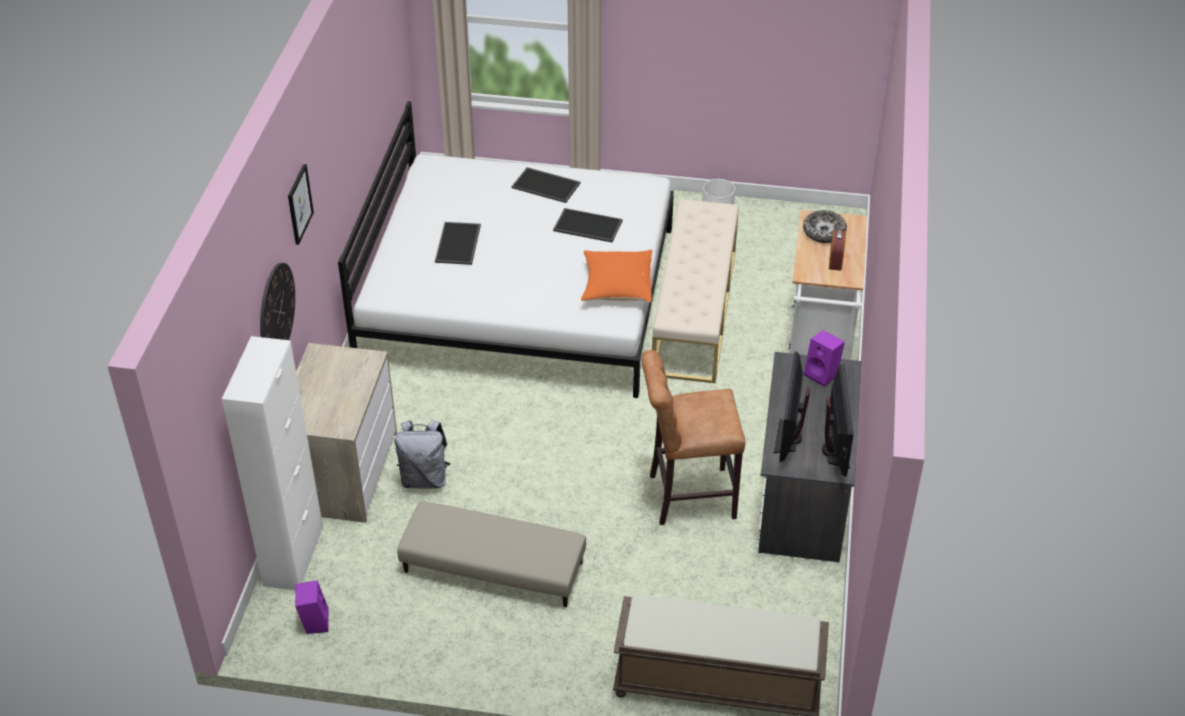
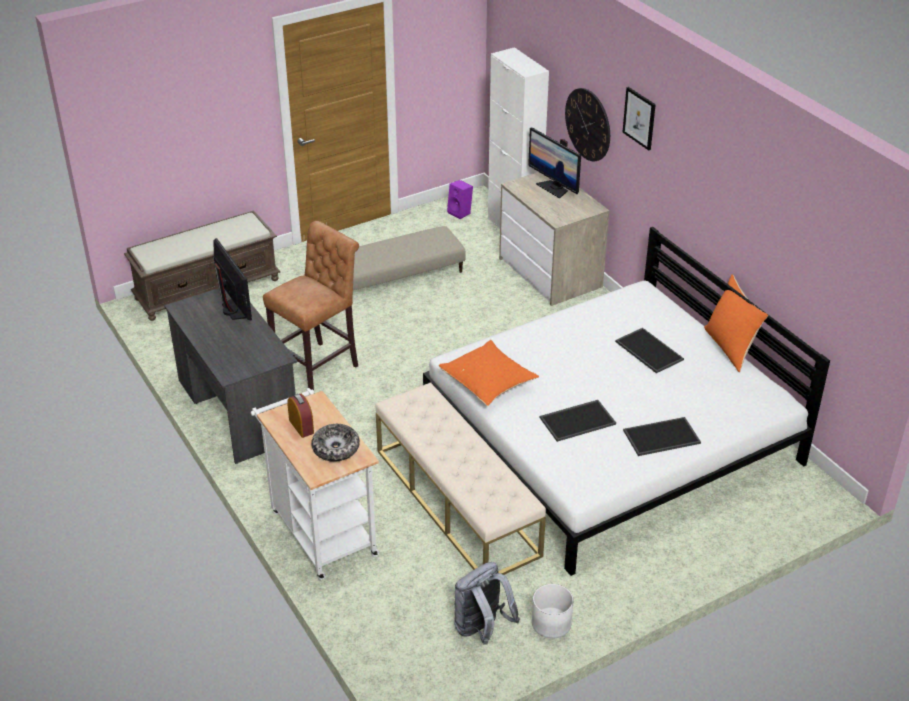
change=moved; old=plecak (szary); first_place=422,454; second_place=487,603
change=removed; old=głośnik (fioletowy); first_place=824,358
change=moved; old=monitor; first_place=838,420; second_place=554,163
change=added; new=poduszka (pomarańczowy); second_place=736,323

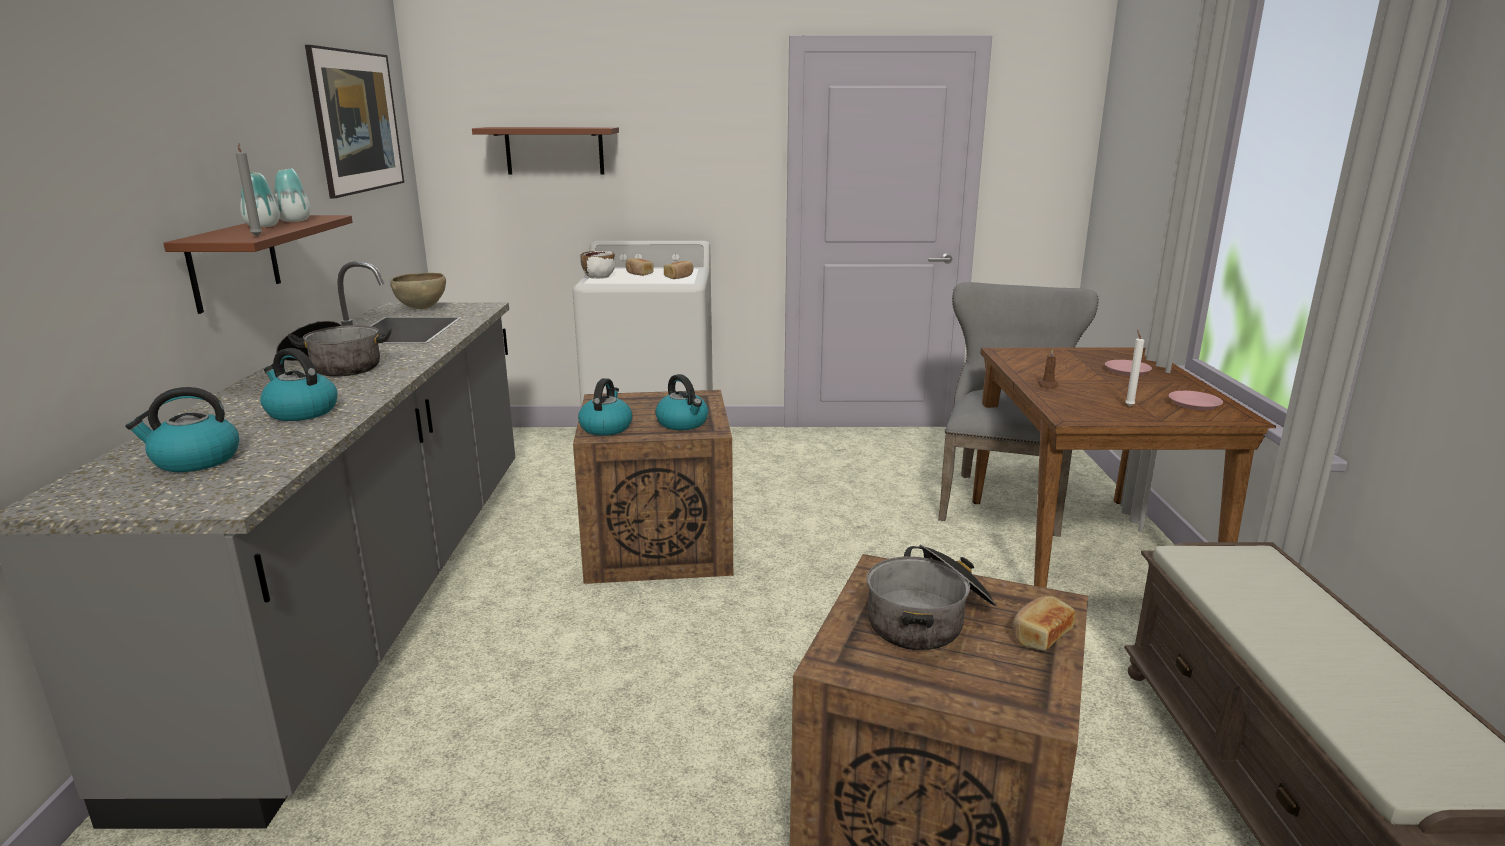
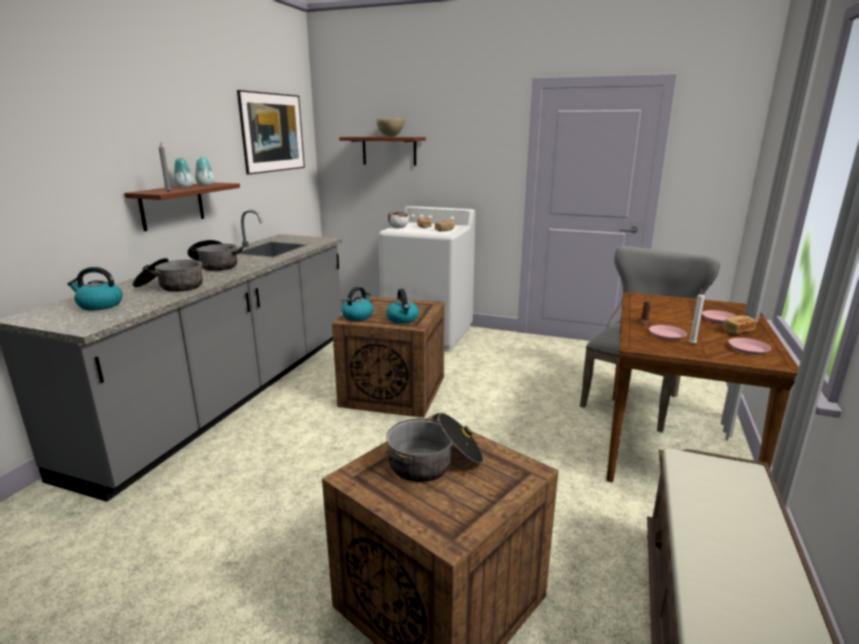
change=replaced; old=czajnik; new=garnek; first_place=298,384; second_place=171,275
change=moved; old=miska (brązowy); first_place=418,291; second_place=390,127
change=moved; old=chleb; first_place=1043,623; second_place=740,325
change=added; new=talerz (różowy); second_place=668,332

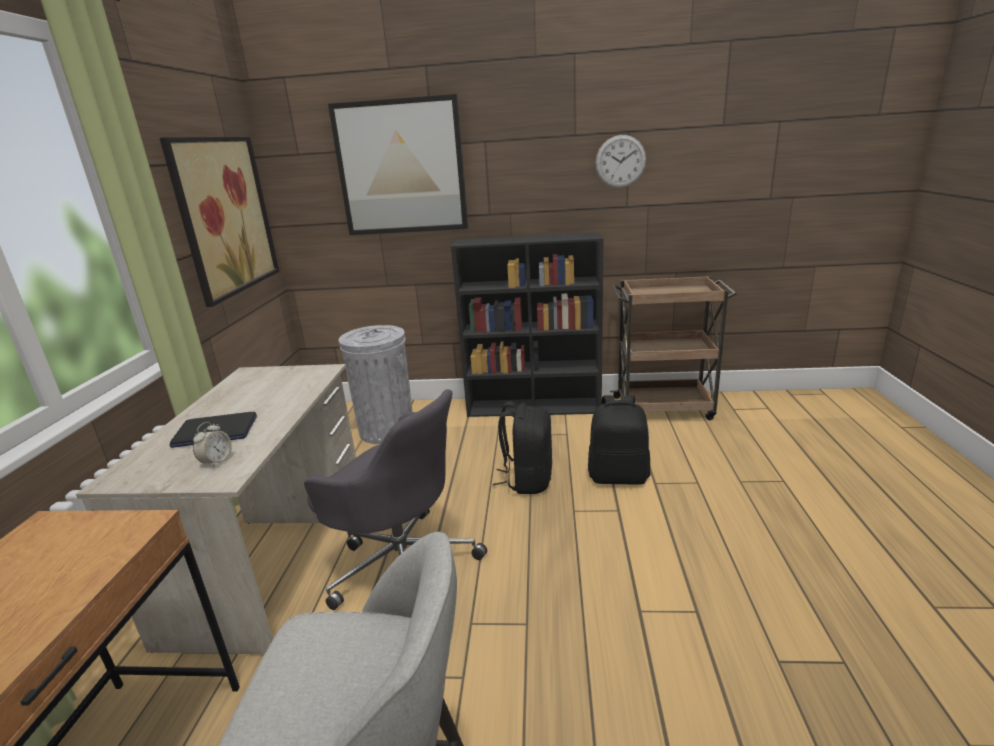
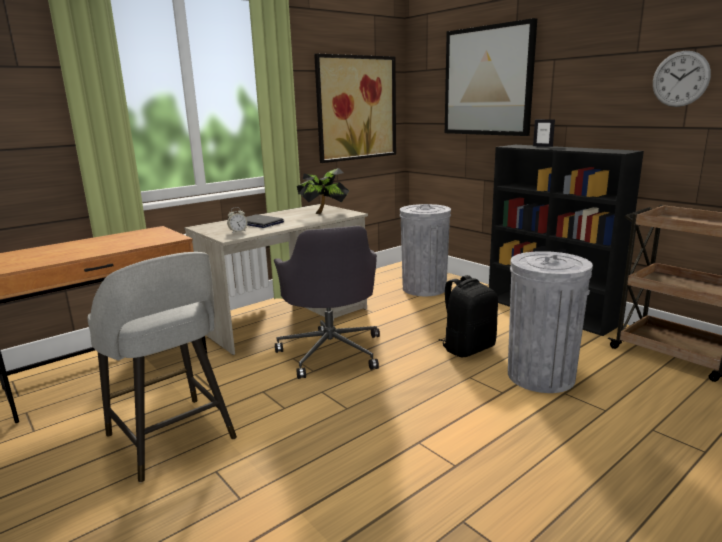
change=replaced; old=plecak (czarny); new=kosz na śmieci (szary); first_place=619,440; second_place=550,322
change=added; new=roślina doniczkowa; second_place=323,191
change=added; new=ramka na zdjęcie; second_place=544,133

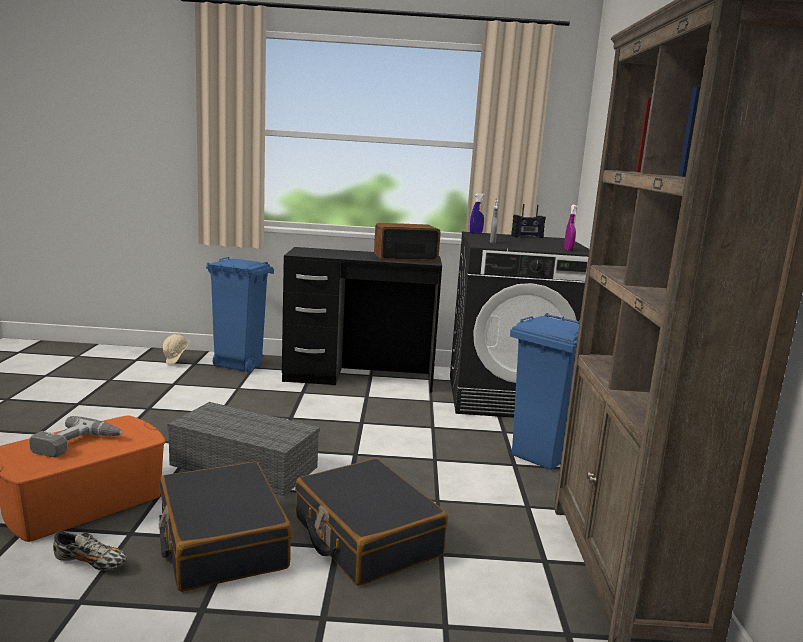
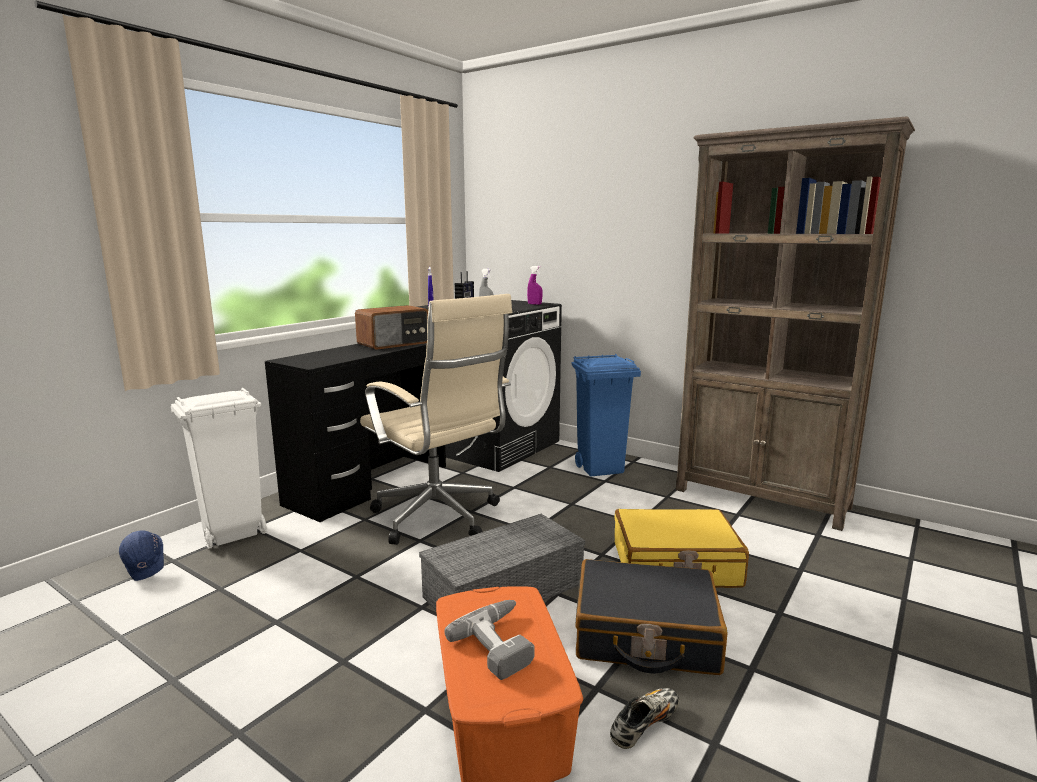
change=recoloured; old=kask (beżowy); new=kask (niebieski); first_place=176,349; second_place=141,556
change=recoloured; old=kosz na śmieci (niebieski); new=kosz na śmieci (biały); first_place=240,315; second_place=219,468
change=recoloured; old=walizka (czarny); new=walizka (żółty); first_place=371,522; second_place=682,548
change=turned; old=radio; first_place=407,242; second_place=391,327; degrees=-150
change=added; new=krzesło biurowe (beżowy); second_place=436,419

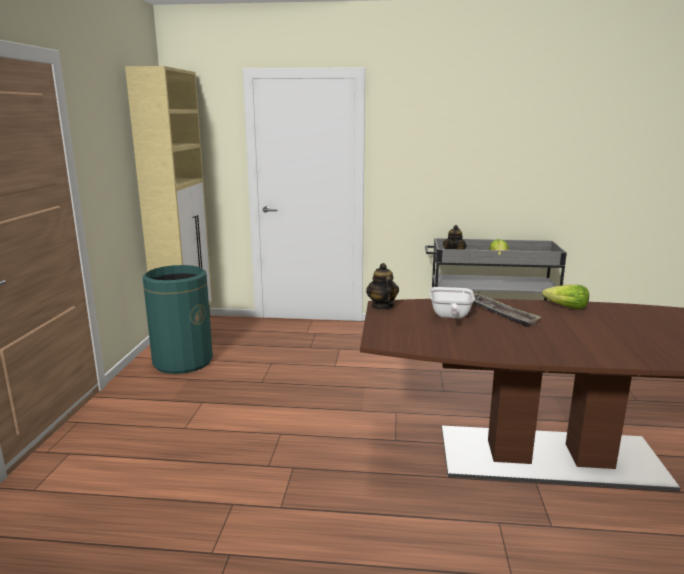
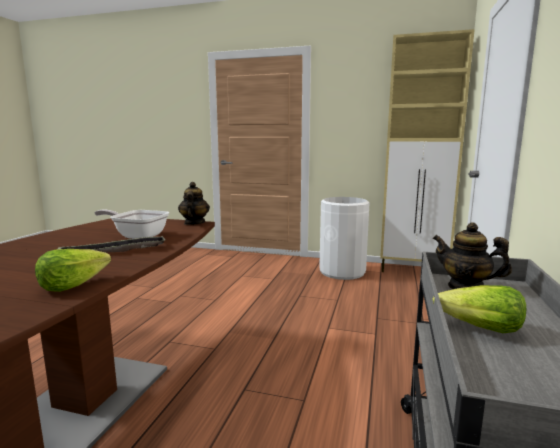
change=recoloured; old=kosz na śmieci (zielony); new=kosz na śmieci (biały); first_place=178,319; second_place=344,238
change=turned; old=imbryk; first_place=382,286; second_place=194,203; degrees=-90

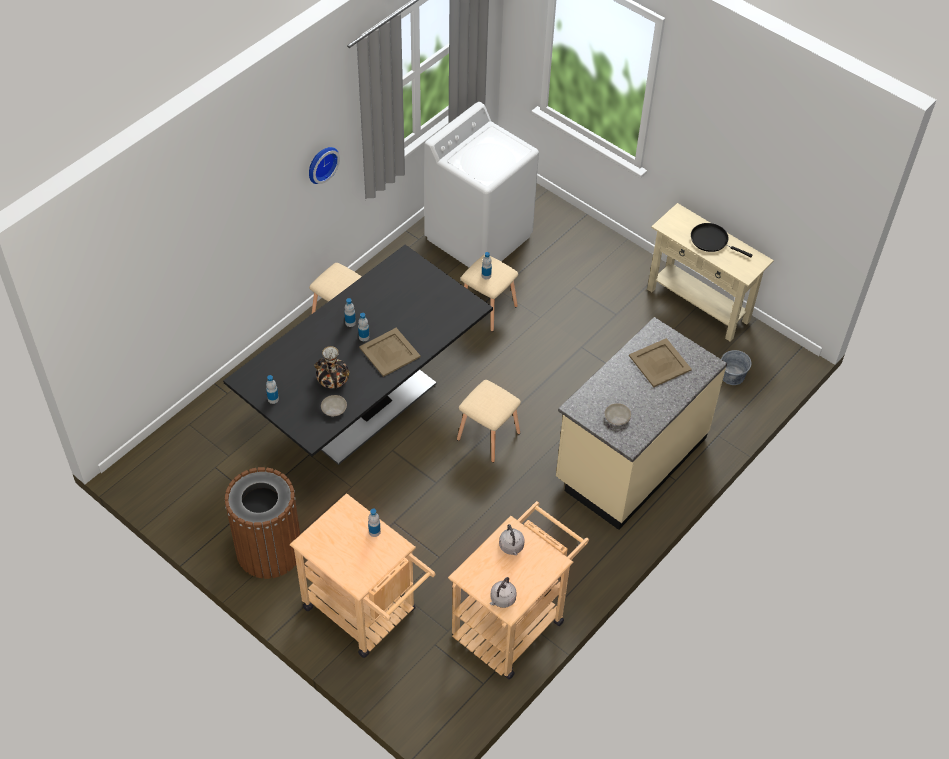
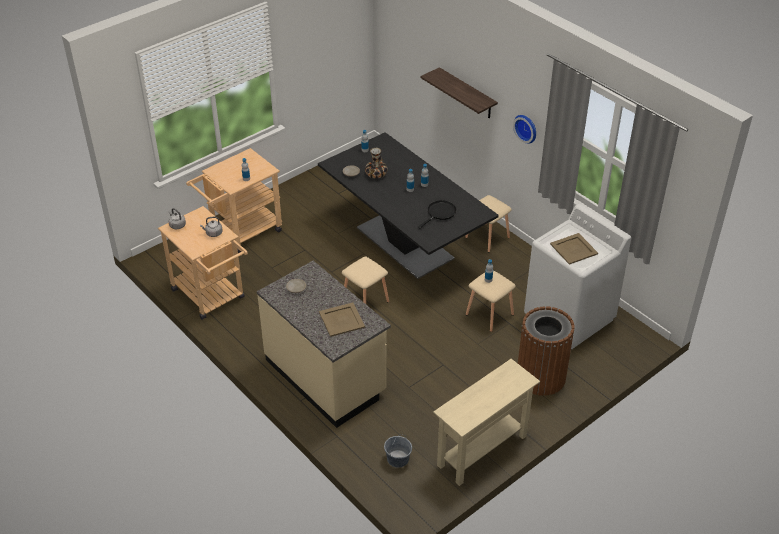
change=moved; old=kosz na śmieci (brązowy); first_place=262,523; second_place=546,351
change=moved; old=taca (beżowy); first_place=390,352; second_place=574,249
change=moved; old=patelnia (czarny); first_place=721,240; second_place=437,214
change=added; new=półka; second_place=459,93

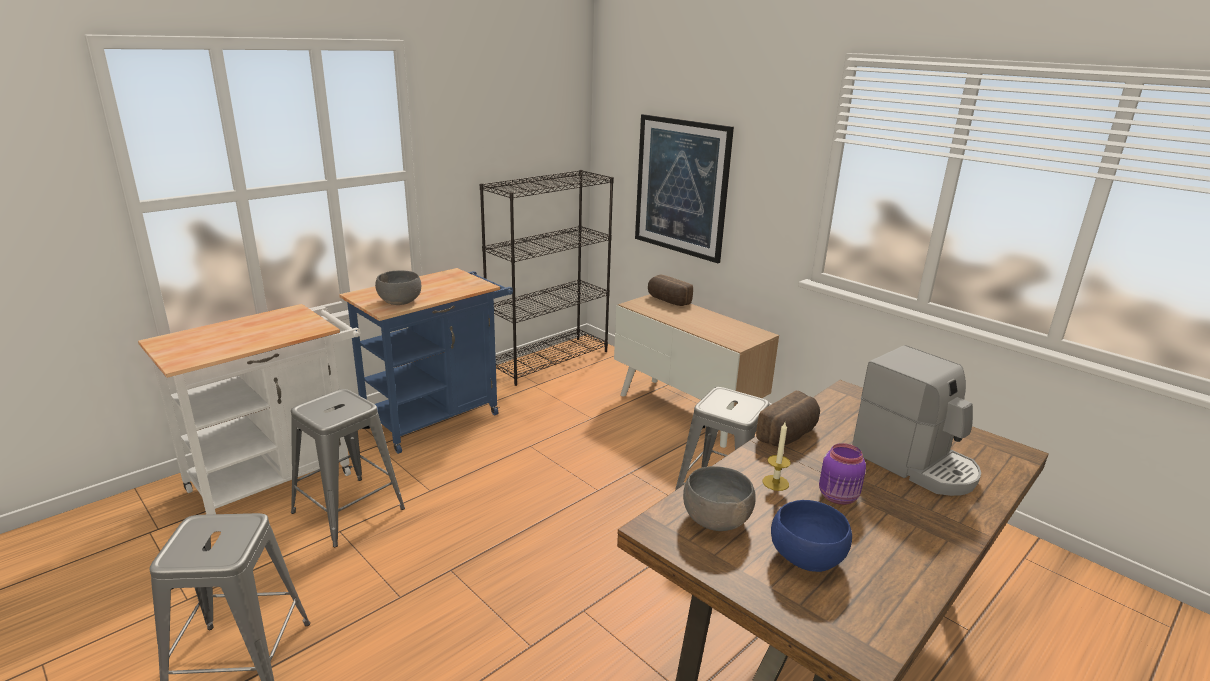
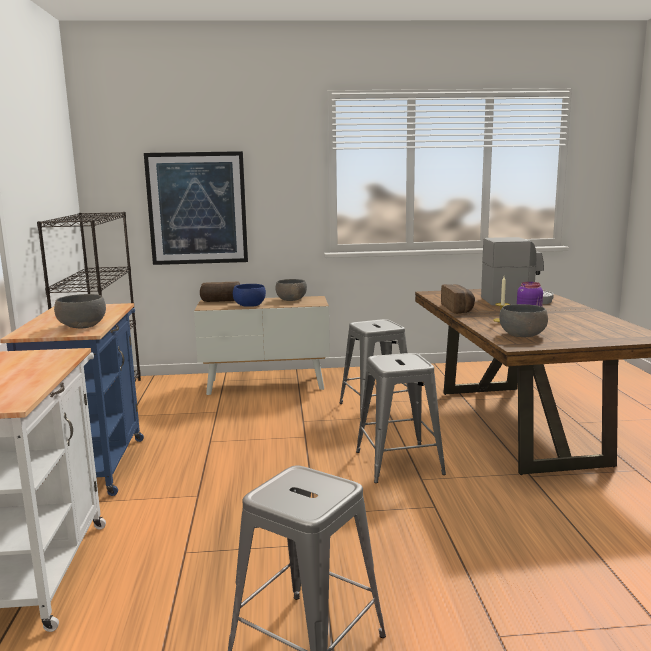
change=moved; old=stołek (szary); first_place=348,468; second_place=401,418
change=moved; old=miska (niebieski); first_place=811,536; second_place=249,295
change=added; new=miska (szary); second_place=291,290

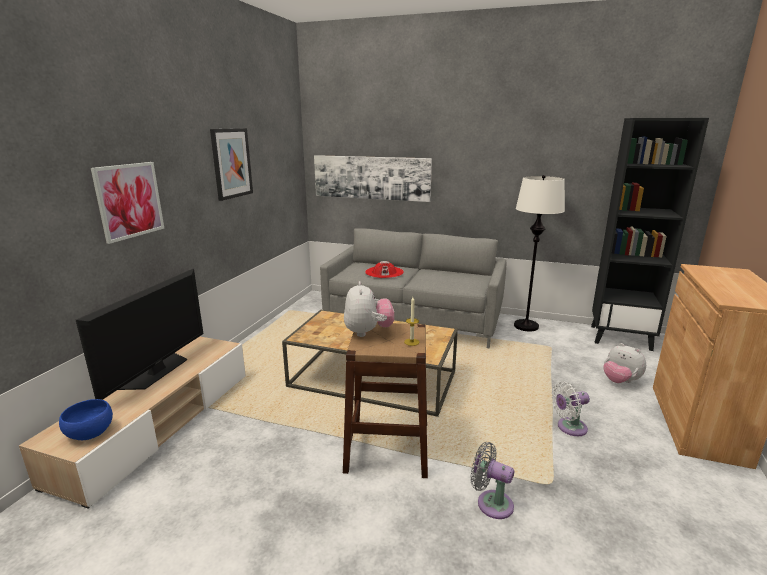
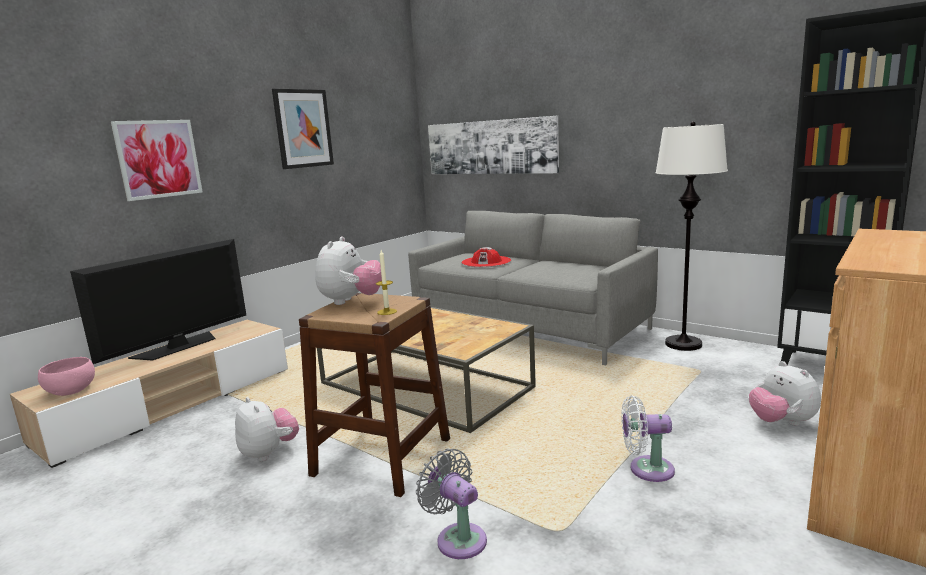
change=recoloured; old=miska (niebieski); new=miska (różowy); first_place=86,419; second_place=66,376
change=added; new=pluszak; second_place=267,429

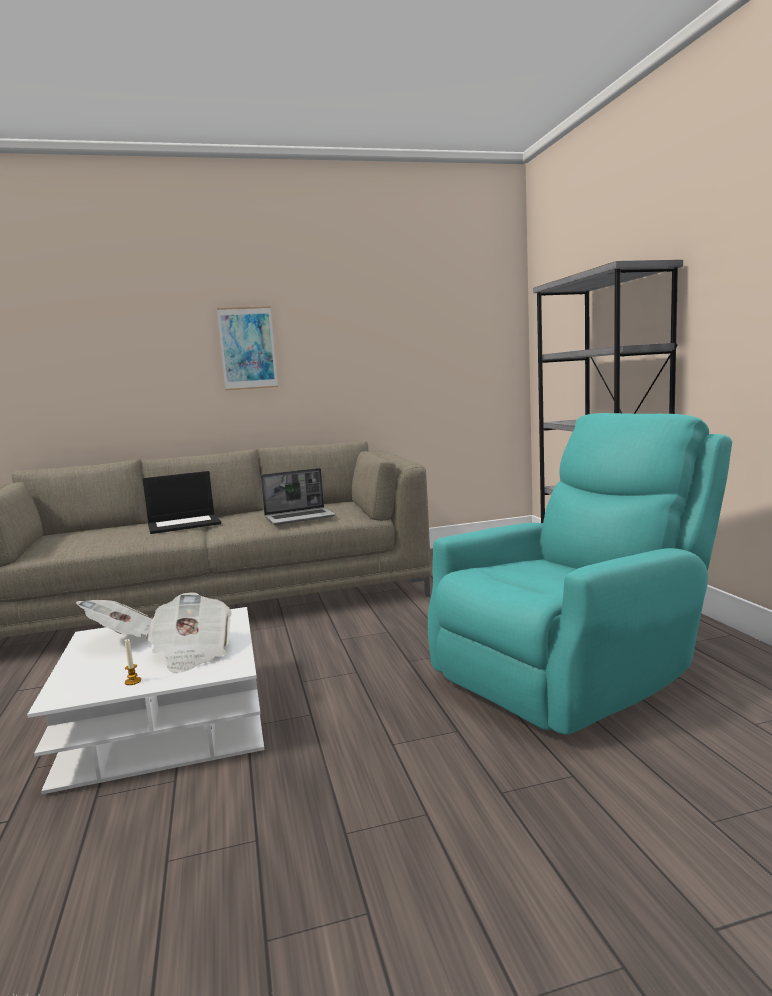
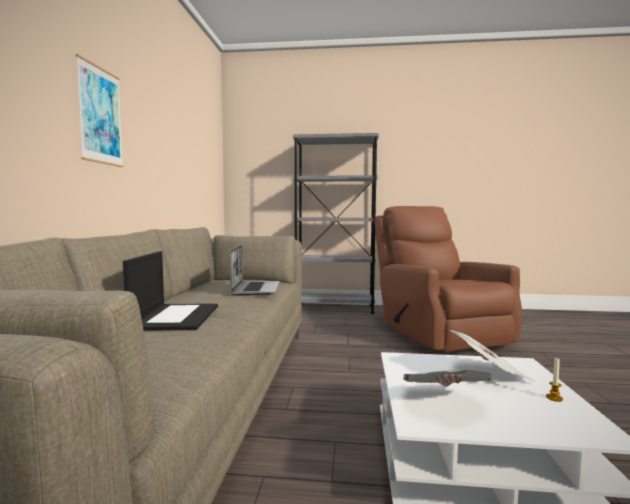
change=recoloured; old=fotel (turkusowy); new=fotel (brązowy); first_place=580,574; second_place=448,279

